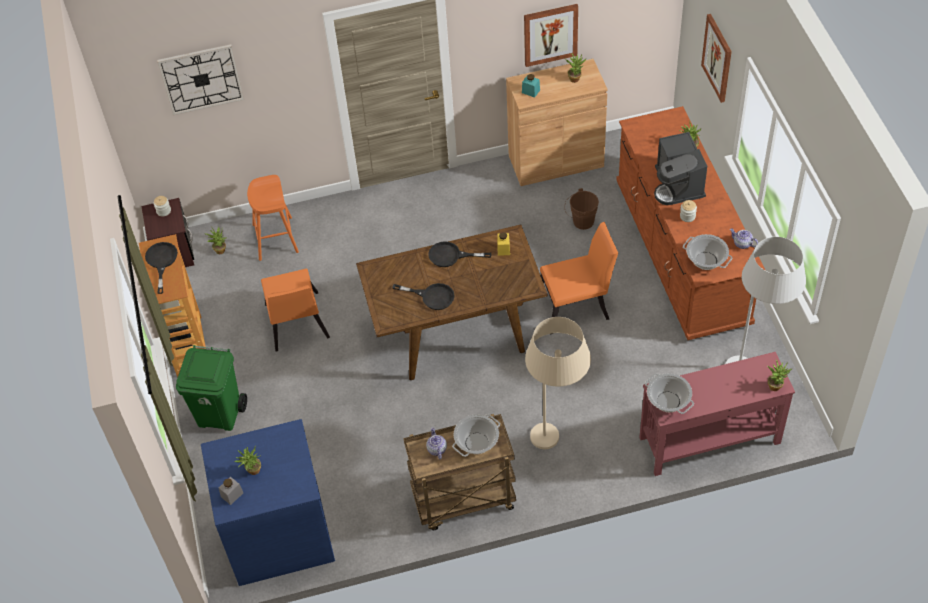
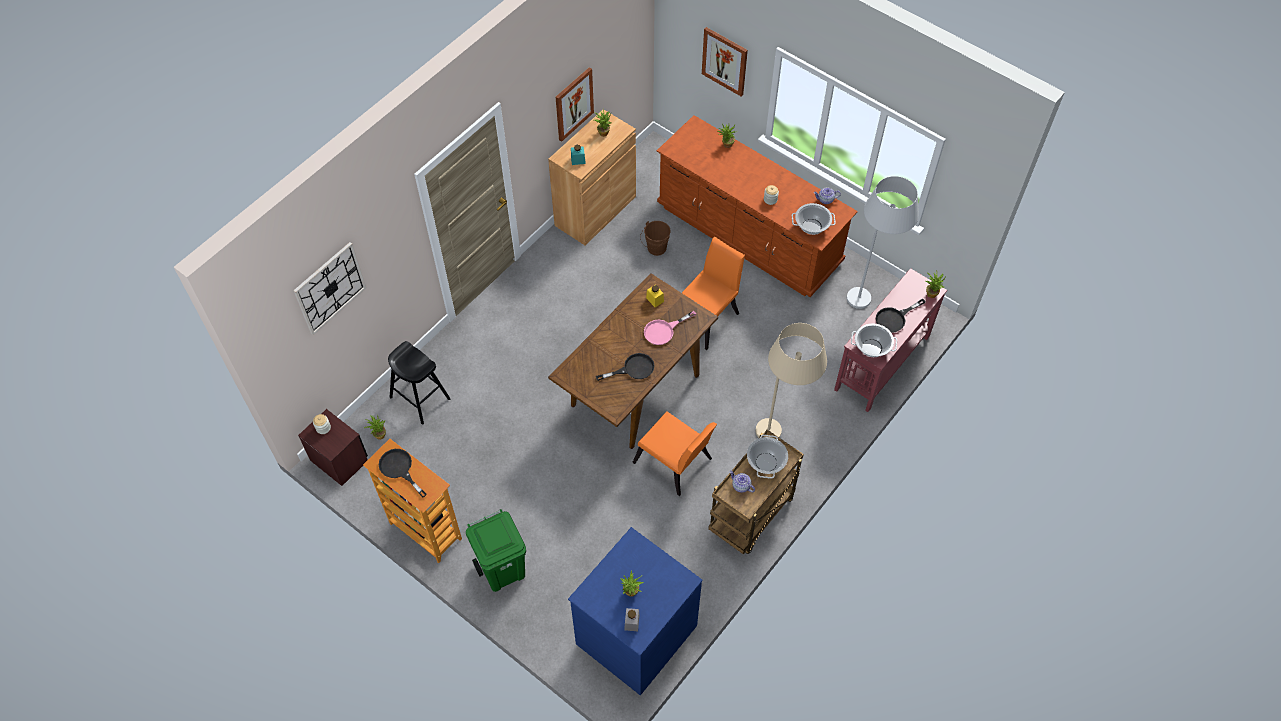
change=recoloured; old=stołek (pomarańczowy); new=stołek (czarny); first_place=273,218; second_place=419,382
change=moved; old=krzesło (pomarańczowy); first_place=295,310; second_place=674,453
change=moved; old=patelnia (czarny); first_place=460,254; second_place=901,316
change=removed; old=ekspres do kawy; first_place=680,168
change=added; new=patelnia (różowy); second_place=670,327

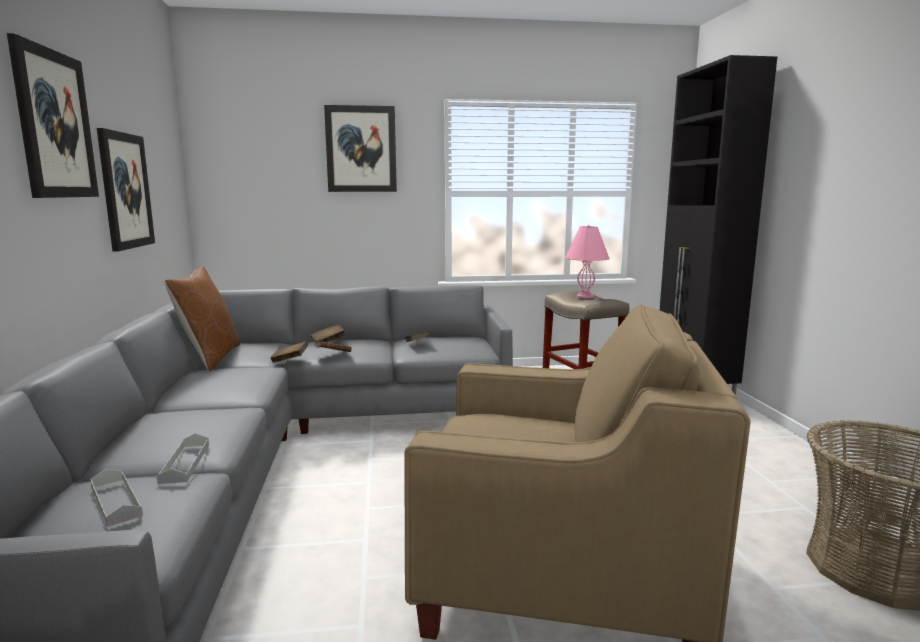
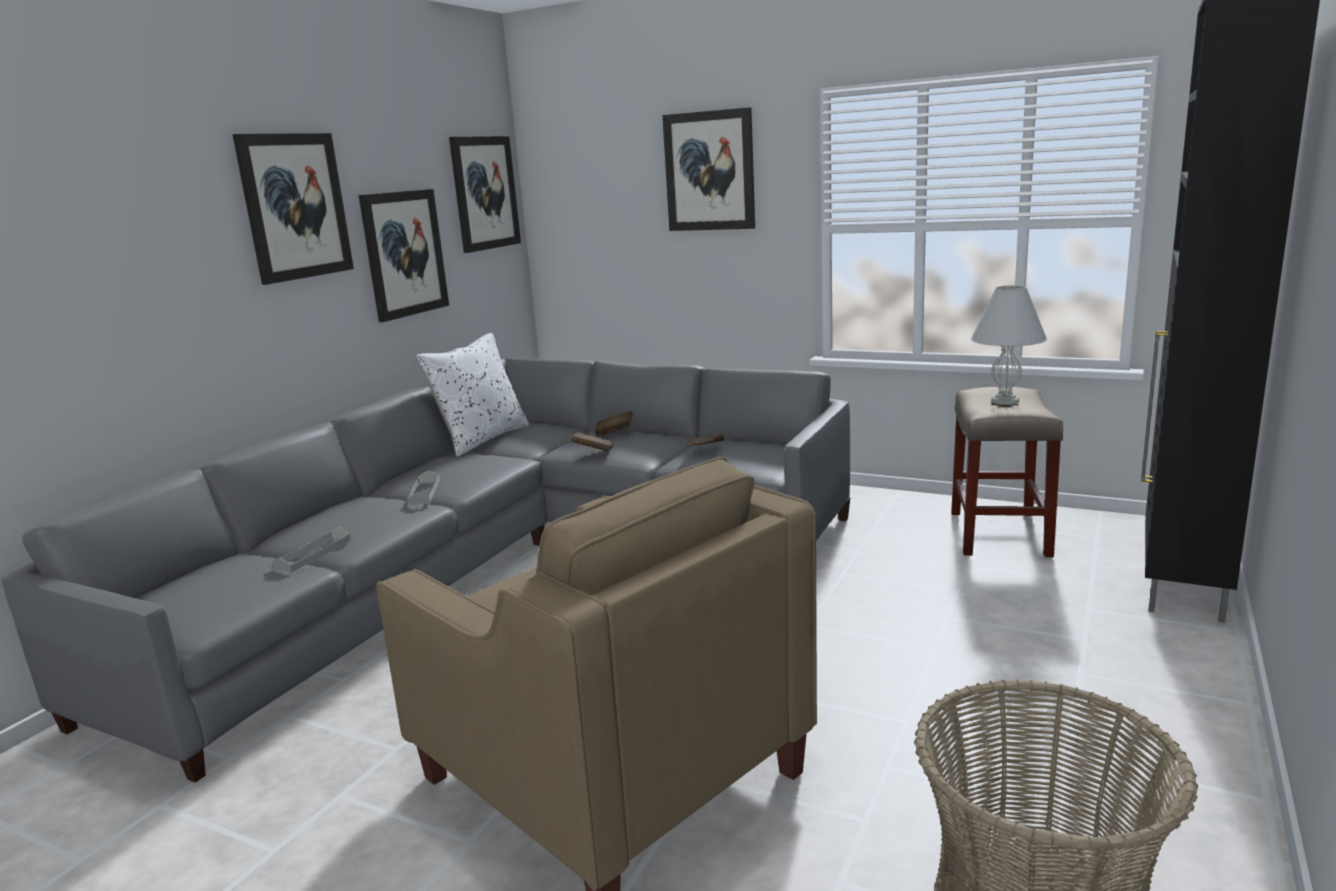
change=moved; old=taca (szary); first_place=116,498; second_place=423,487
change=recoloured; old=poduszka (brązowy); new=poduszka (biały); first_place=202,319; second_place=472,395
change=removed; old=książka (brązowy); first_place=289,352
change=recoloured; old=lampa stołowa (różowy); new=lampa stołowa (biały); first_place=587,262; second_place=1009,345
change=added; new=obraz; second_place=485,194

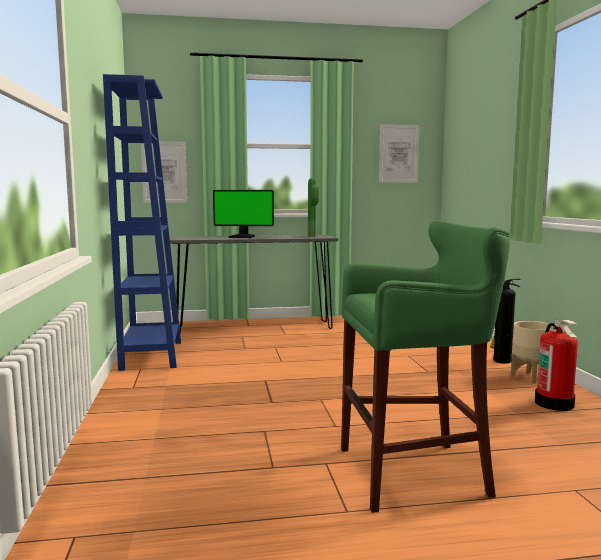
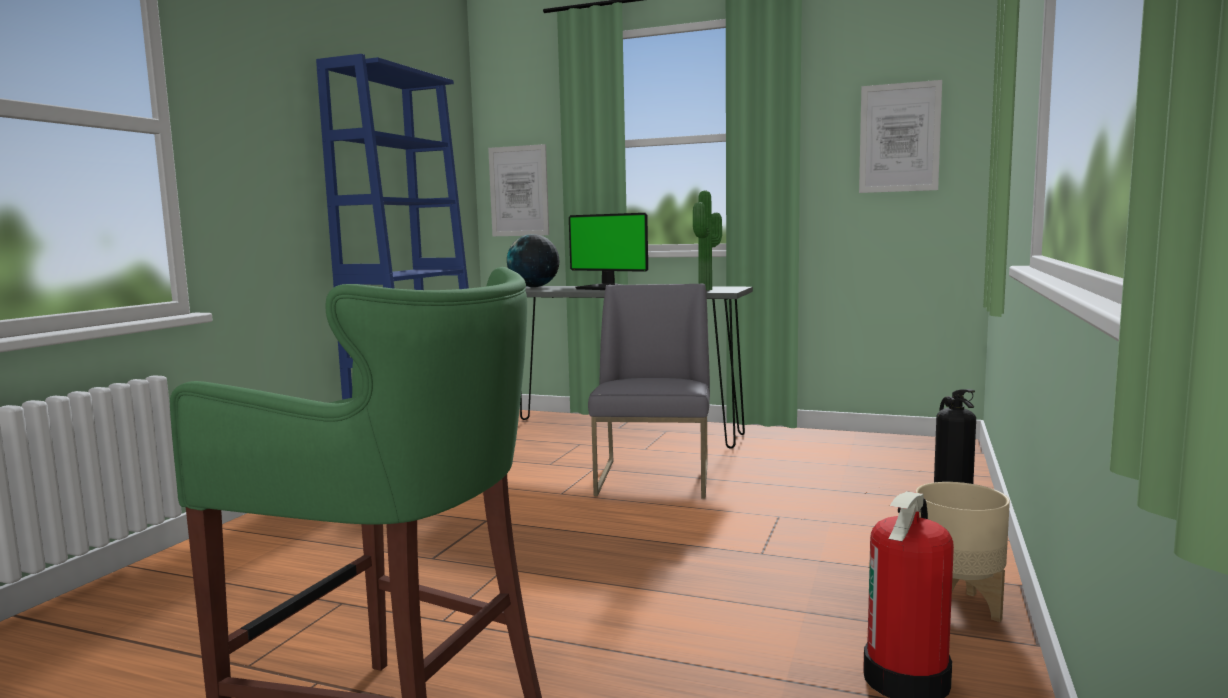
change=added; new=globus; second_place=533,260
change=added; new=krzesło (szary); second_place=649,391

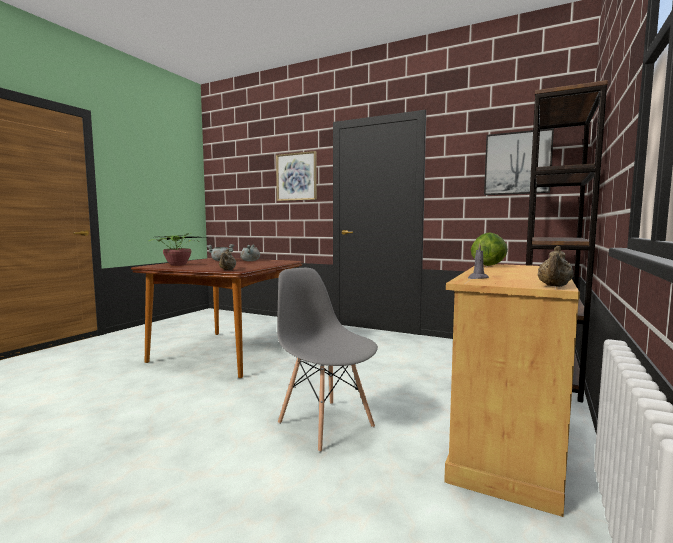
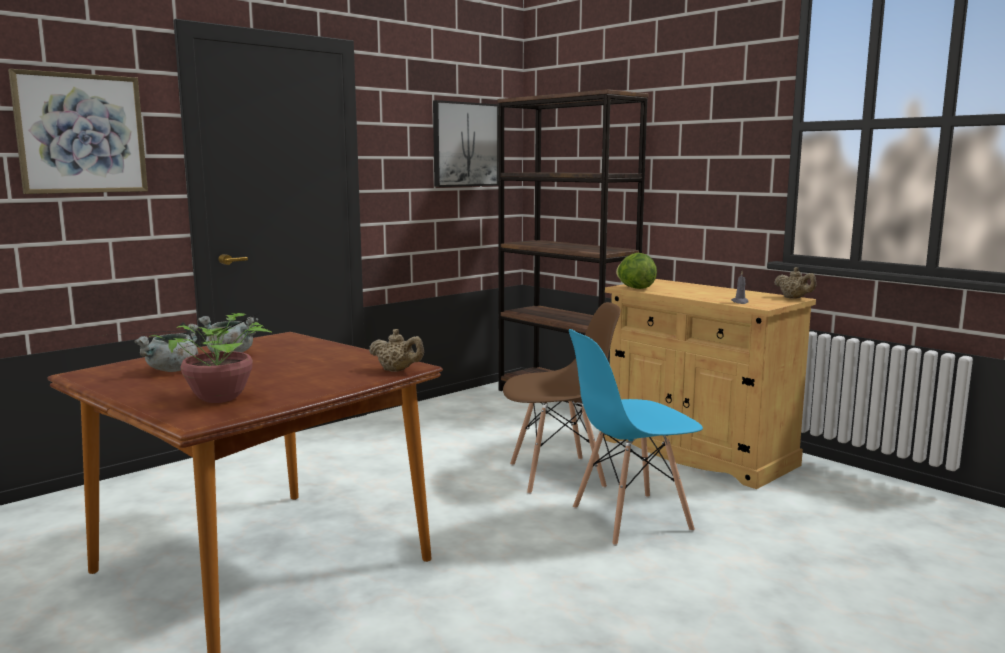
change=recoloured; old=krzesło (szary); new=krzesło (niebieski); first_place=327,360; second_place=636,437
change=added; new=krzesło (brązowy); second_place=561,398

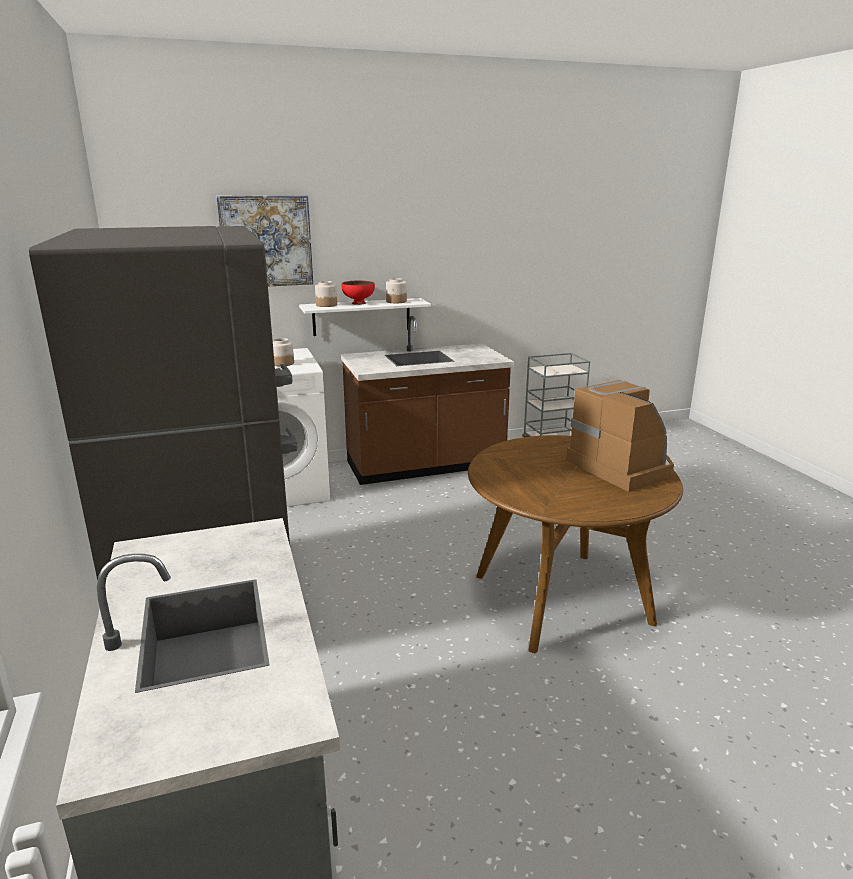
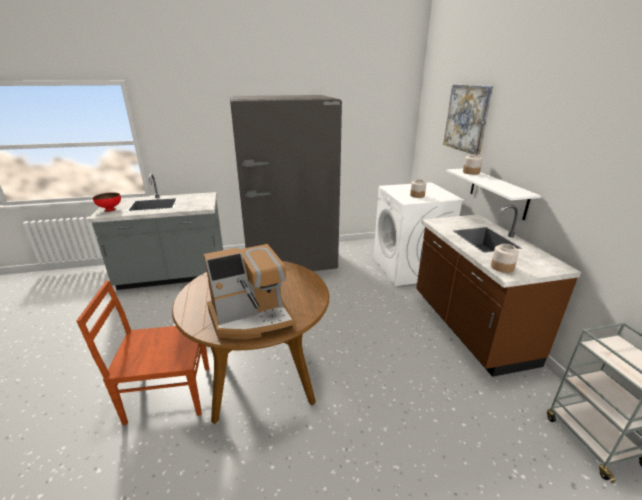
change=moved; old=miska (czerwony); first_place=358,293; second_place=107,202
change=moved; old=słoik; first_place=396,290; second_place=505,258
change=added; new=krzesło (brązowy); second_place=142,352

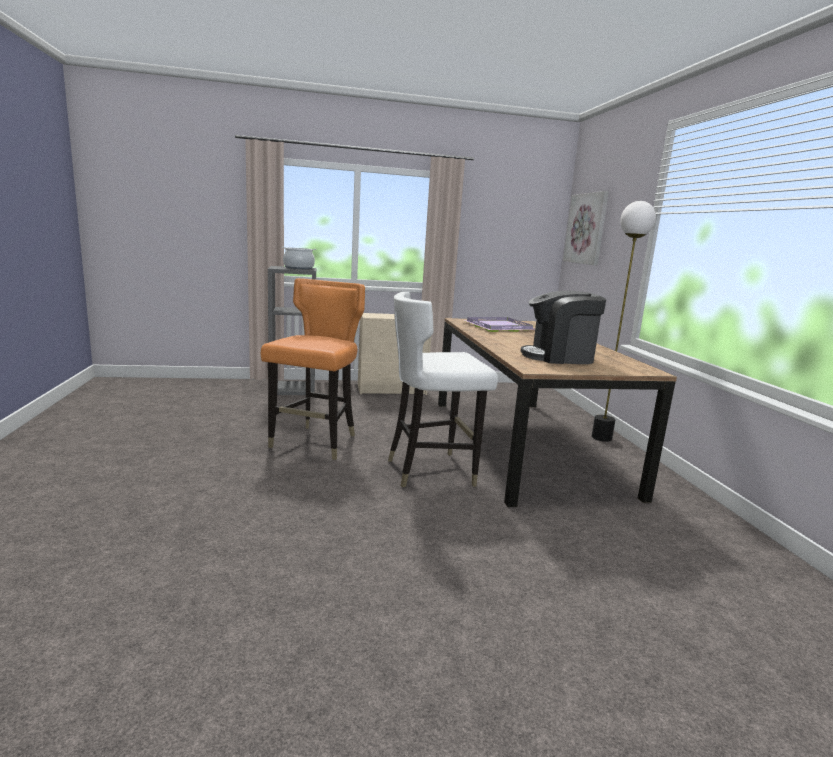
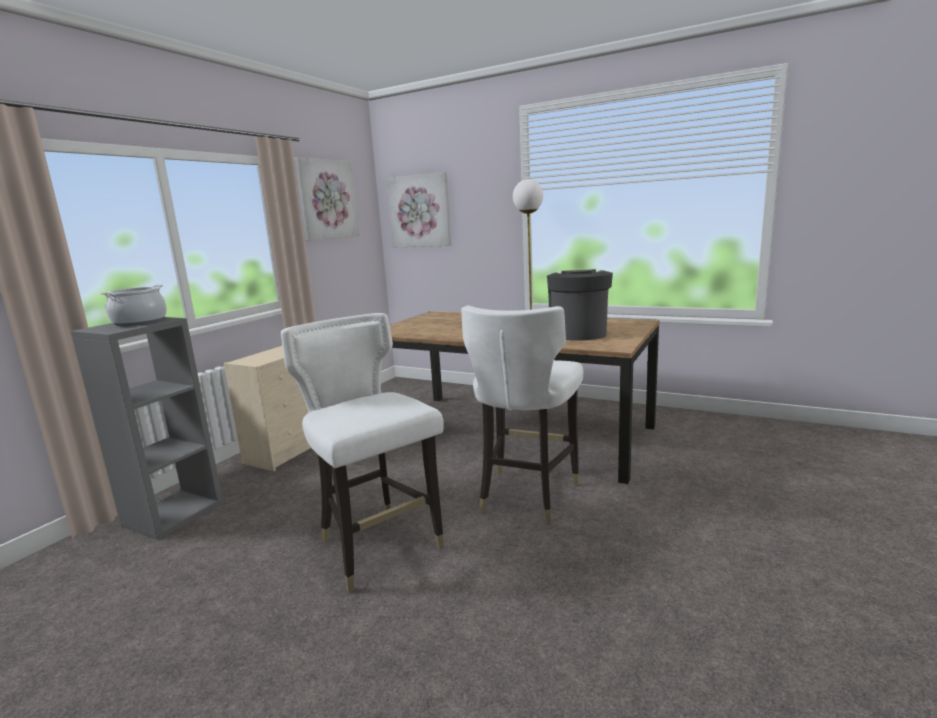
change=recoloured; old=krzesło (pomarańczowy); new=krzesło (biały); first_place=313,369; second_place=362,453
change=removed; old=taca (fioletowy); first_place=499,324
change=turned; old=ekspres do kawy; first_place=563,327; second_place=580,305; degrees=150
change=added; new=obraz; second_place=326,199

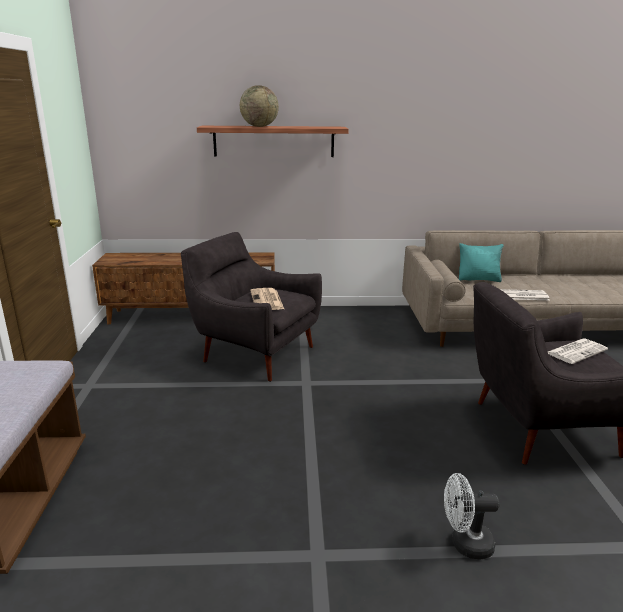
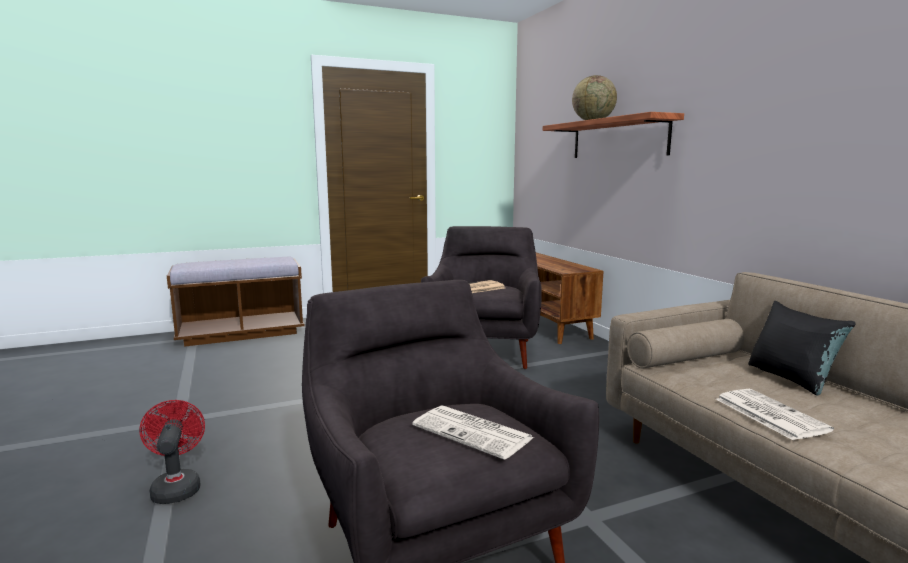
change=recoloured; old=wentylator (biały); new=wentylator (czerwony); first_place=472,516; second_place=172,452
change=recoloured; old=poduszka (turkusowy); new=poduszka (czarny); first_place=481,262; second_place=802,348

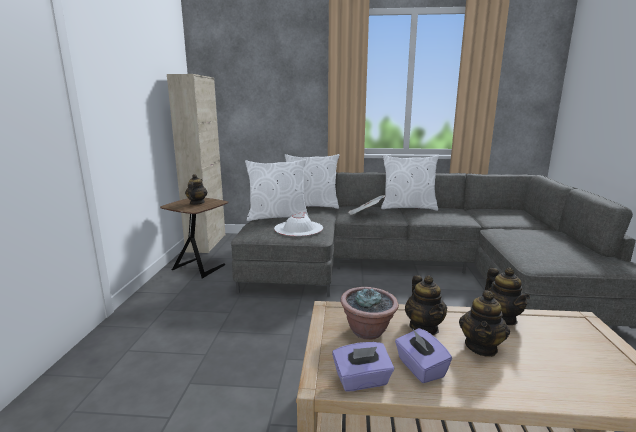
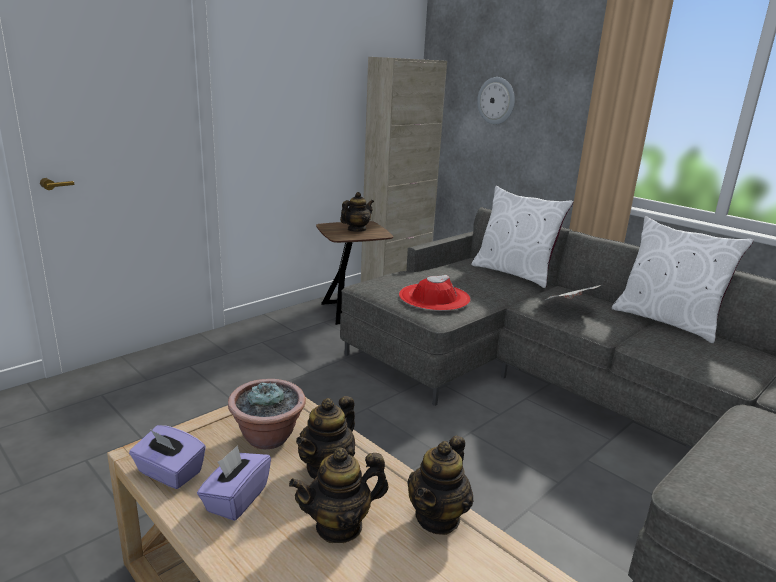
change=removed; old=poduszka (biały); first_place=276,190
change=recoloured; old=kapelusz (biały); new=kapelusz (czerwony); first_place=298,224; second_place=435,293
change=added; new=zegar ścienny; second_place=496,101

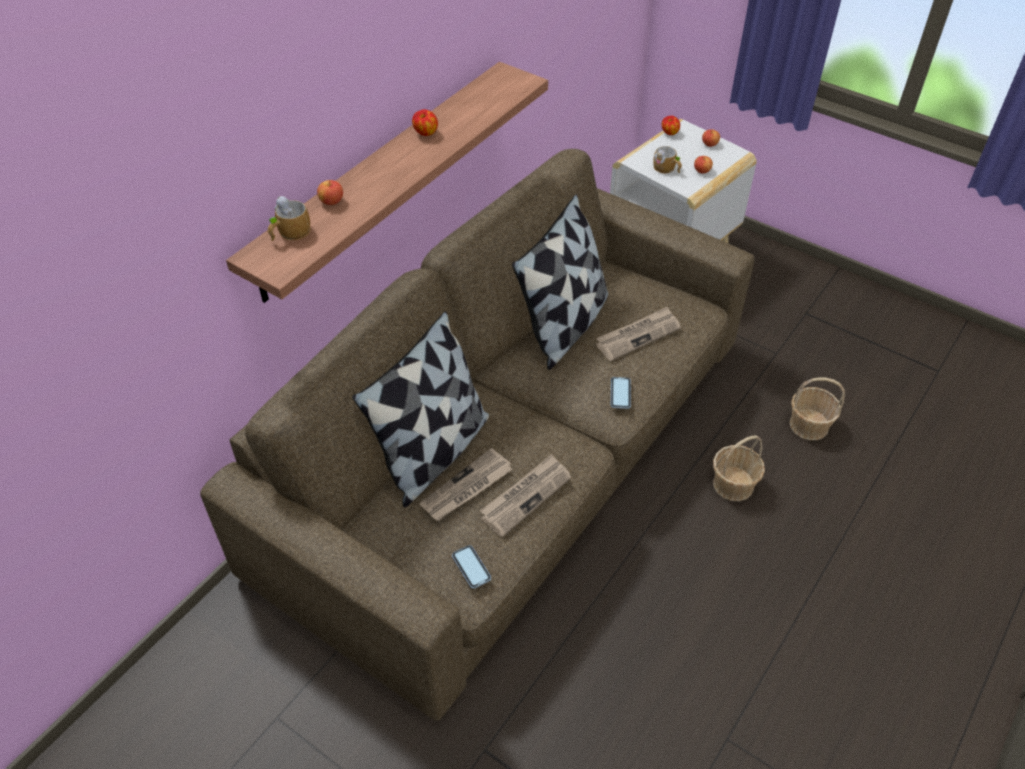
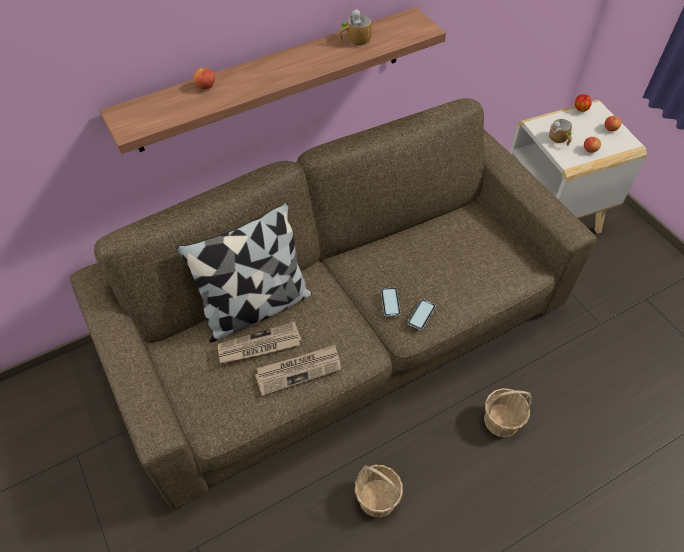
change=moved; old=kubek; first_place=289,218; second_place=355,27
change=removed; old=jabłko; first_place=425,122
change=moved; old=telefon; first_place=471,567; second_place=391,302
change=removed; old=poduszka; first_place=560,282
change=removed; old=gazeta; first_place=638,333
change=moved; old=koszyk; first_place=817,408; second_place=379,491

